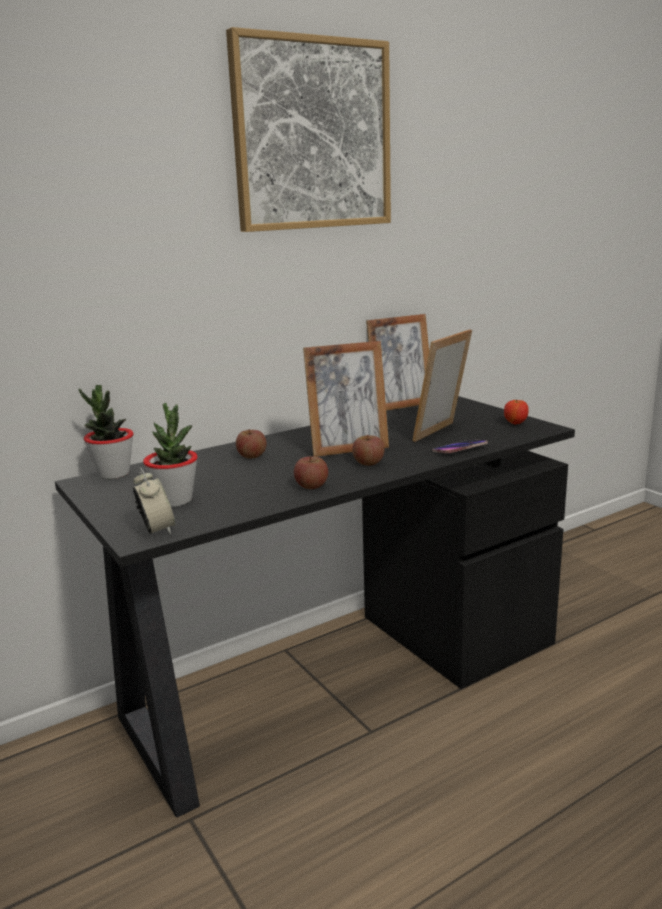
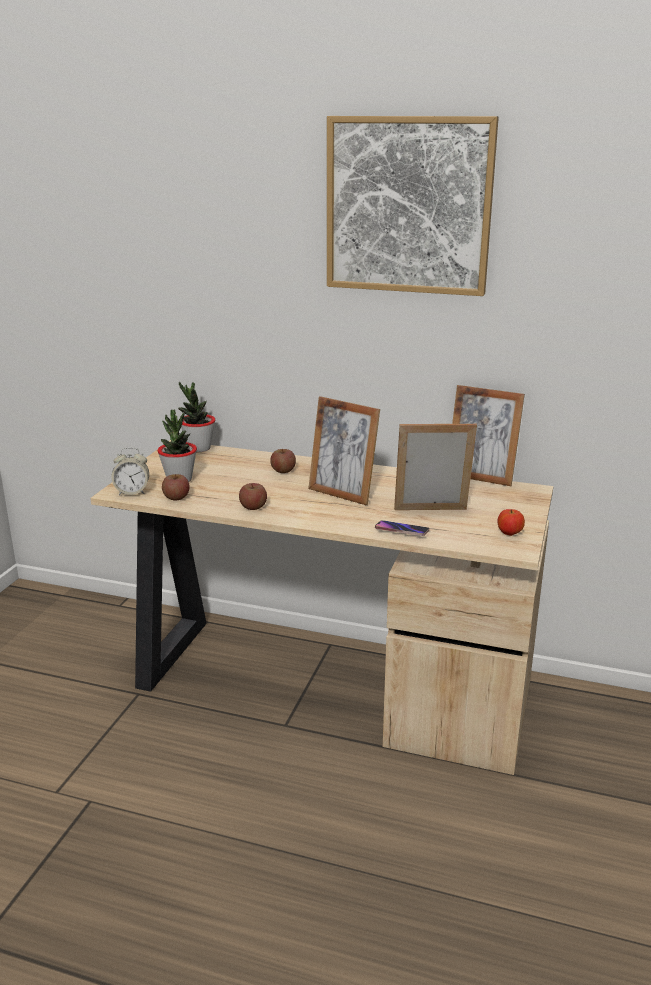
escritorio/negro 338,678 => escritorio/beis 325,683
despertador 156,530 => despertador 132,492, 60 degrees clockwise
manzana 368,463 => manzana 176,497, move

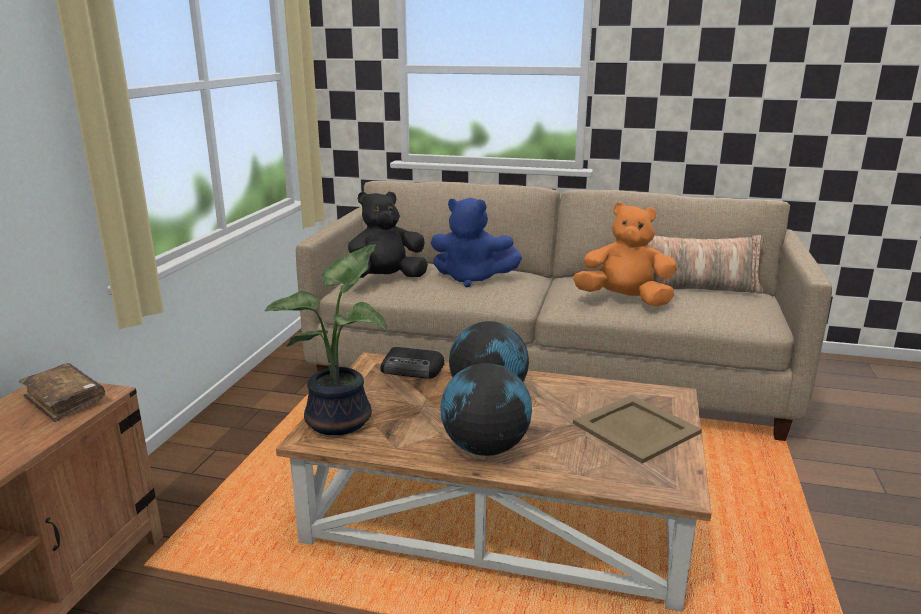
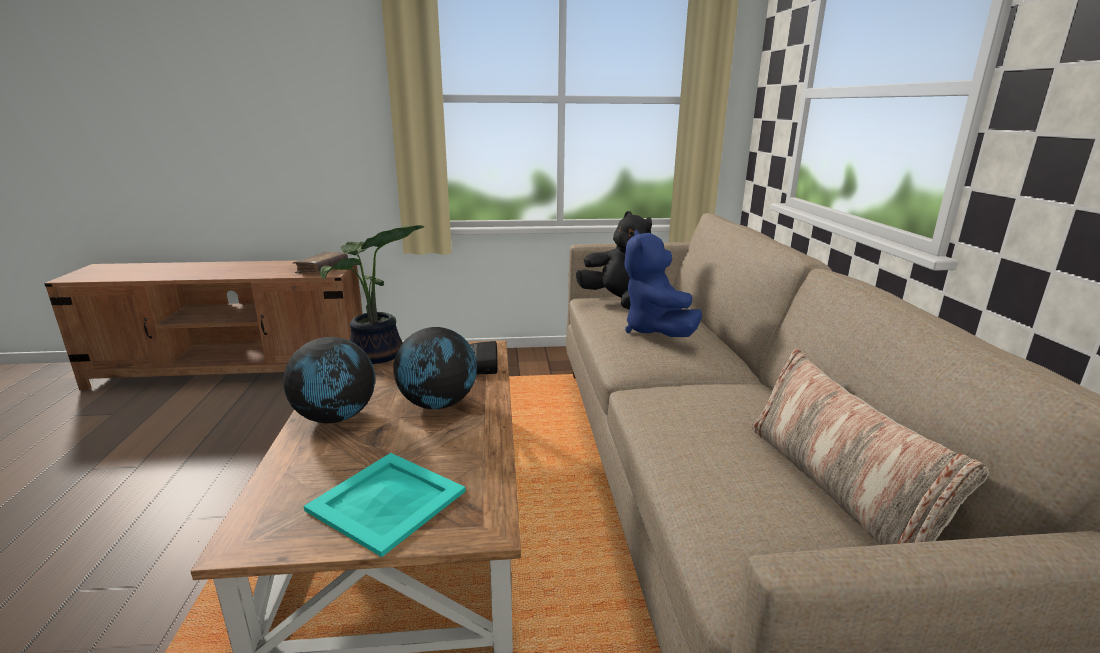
bandeja/beis 636,429 => bandeja/turquesa 385,501
peluche/naranja 624,300 => nothing

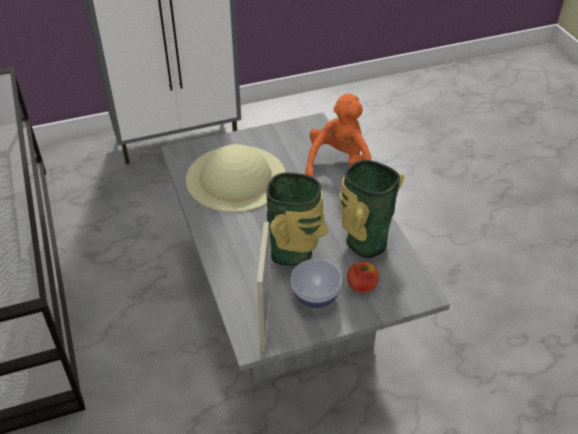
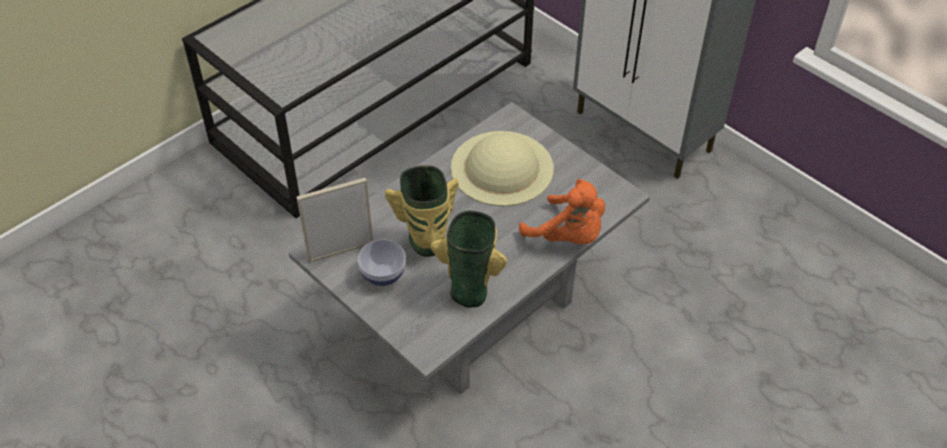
peluche/naranja 338,166 => peluche/naranja 567,236, 45 degrees clockwise
manzana 361,286 => nothing

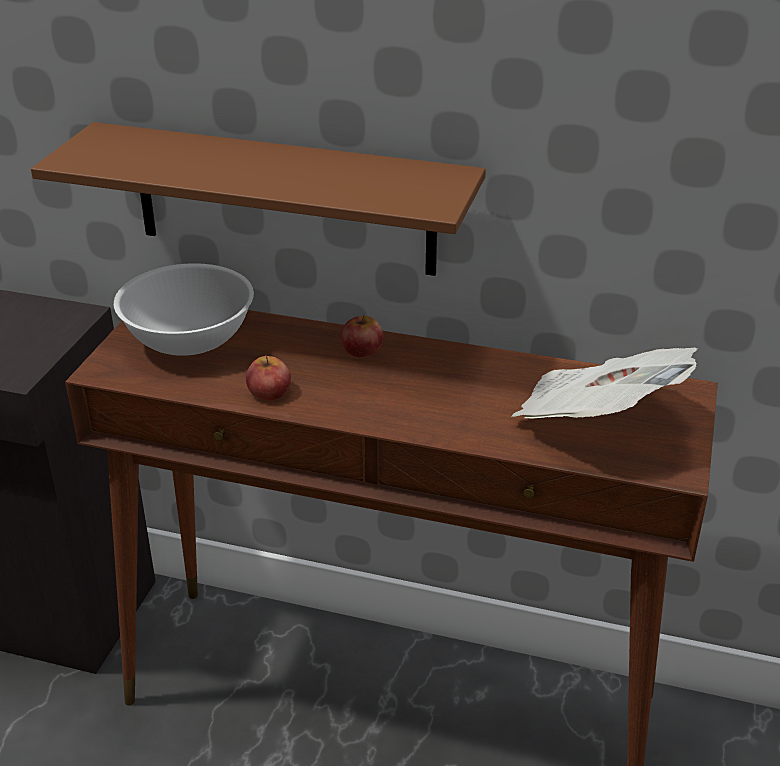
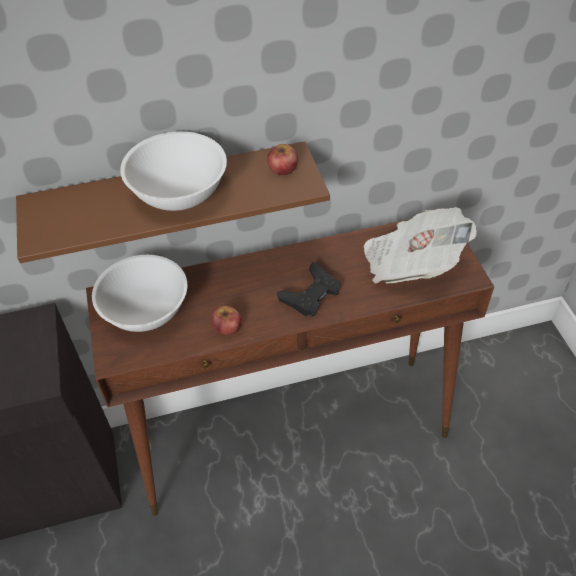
nothing => cuenco/blanco 178,192
manzana 361,349 => manzana 282,168, move
nothing => mando de consola/negro 311,294

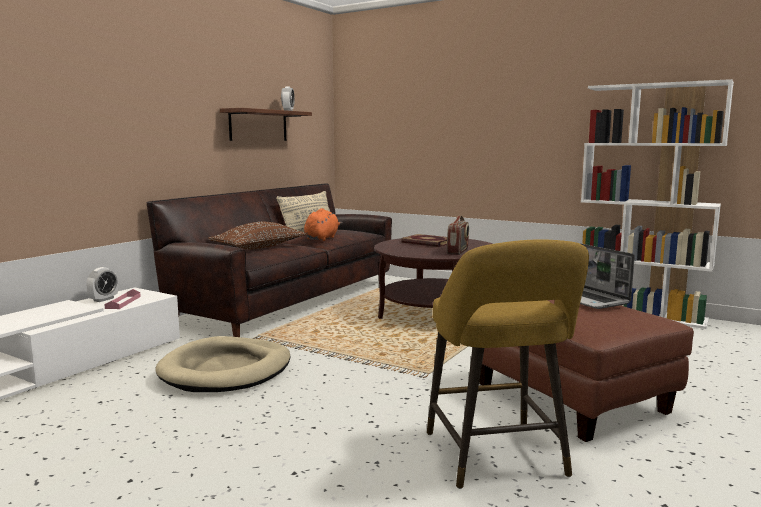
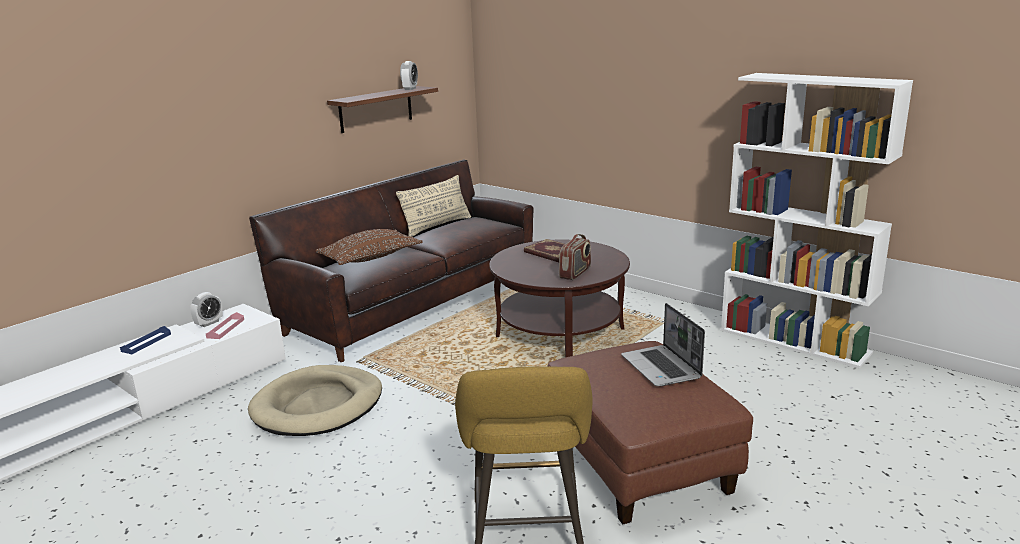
nothing => bandeja/azul 146,343
peluche/naranja 322,238 => nothing

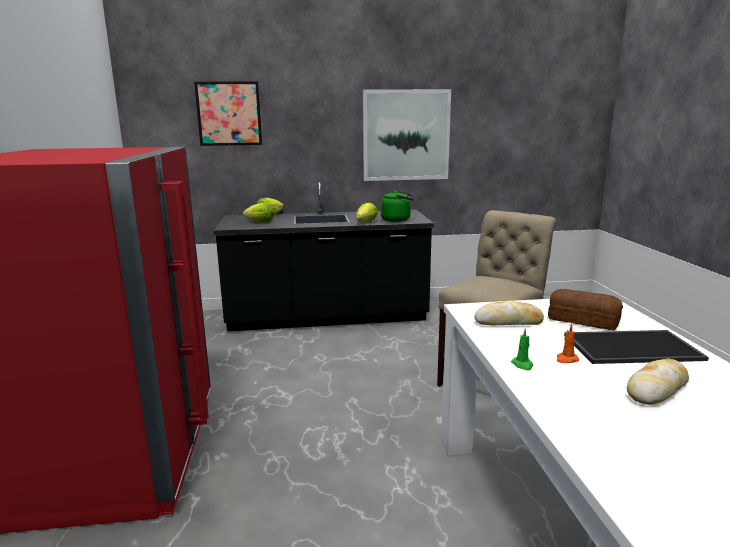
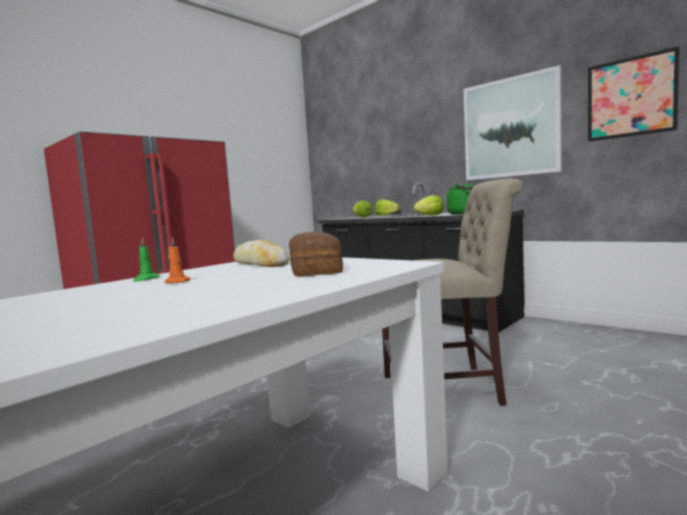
cuadro 229,114 => cuadro 631,97, move
bandeja 632,346 => nothing
pan 657,389 => nothing

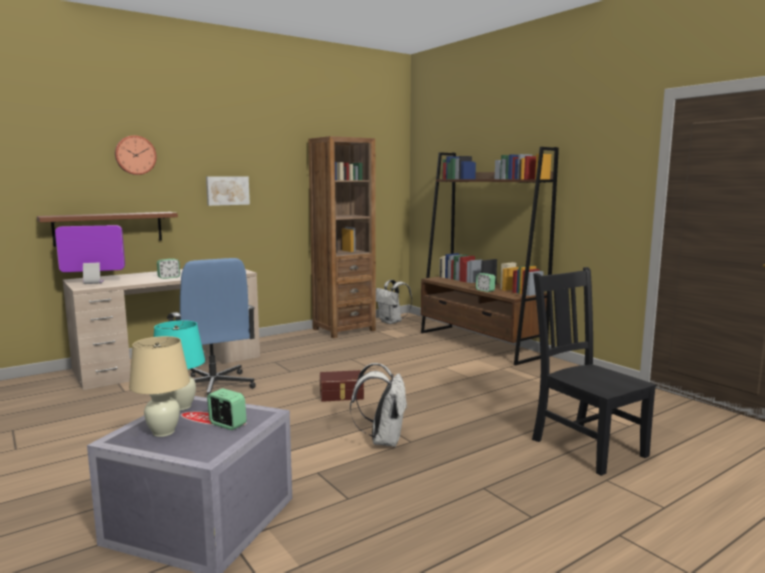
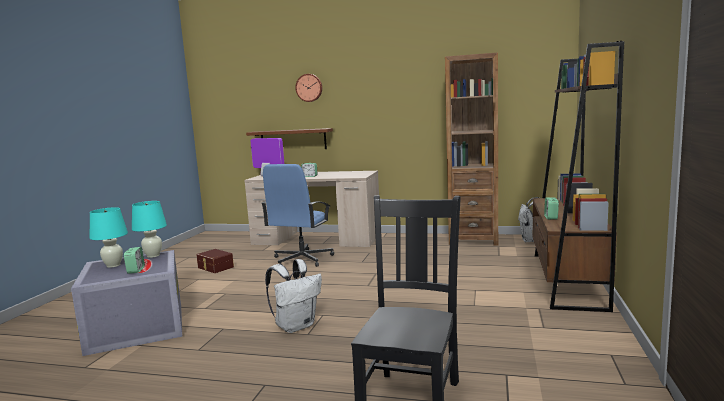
lámpara de mesa/beis 164,432 => lámpara de mesa/turquesa 113,265
caja de almacenaje/marrón 341,395 => caja de almacenaje/marrón 215,267, move
cuadro 227,190 => nothing

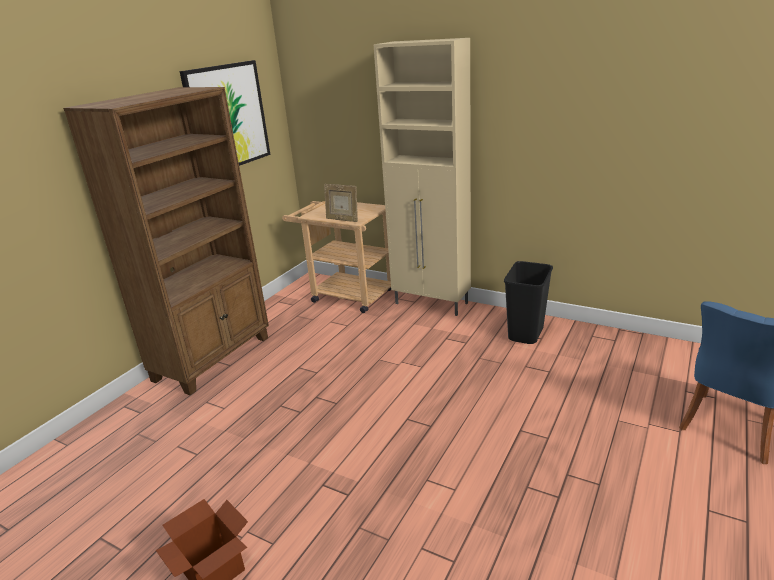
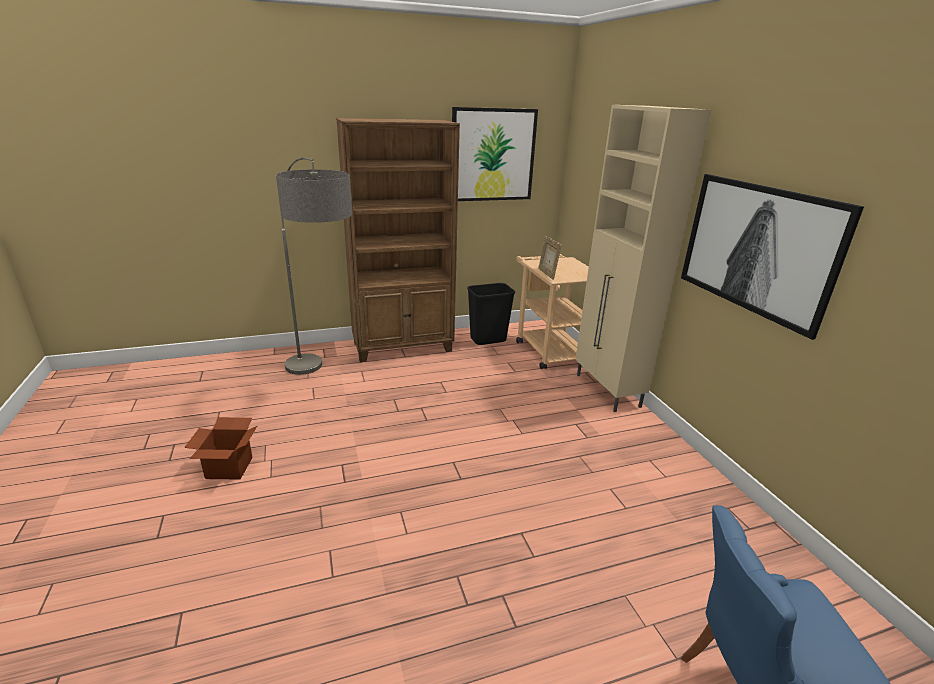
nothing => lámpara de pie 323,383
papelera/negro 525,333 => papelera/negro 488,339, move
nothing => cuadro 758,248

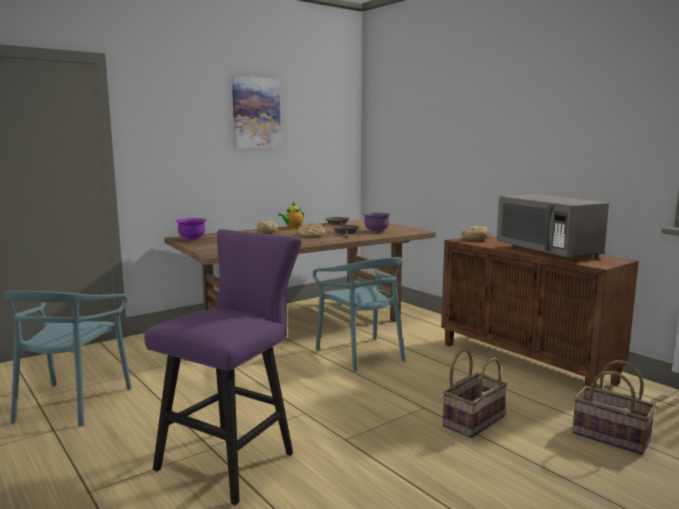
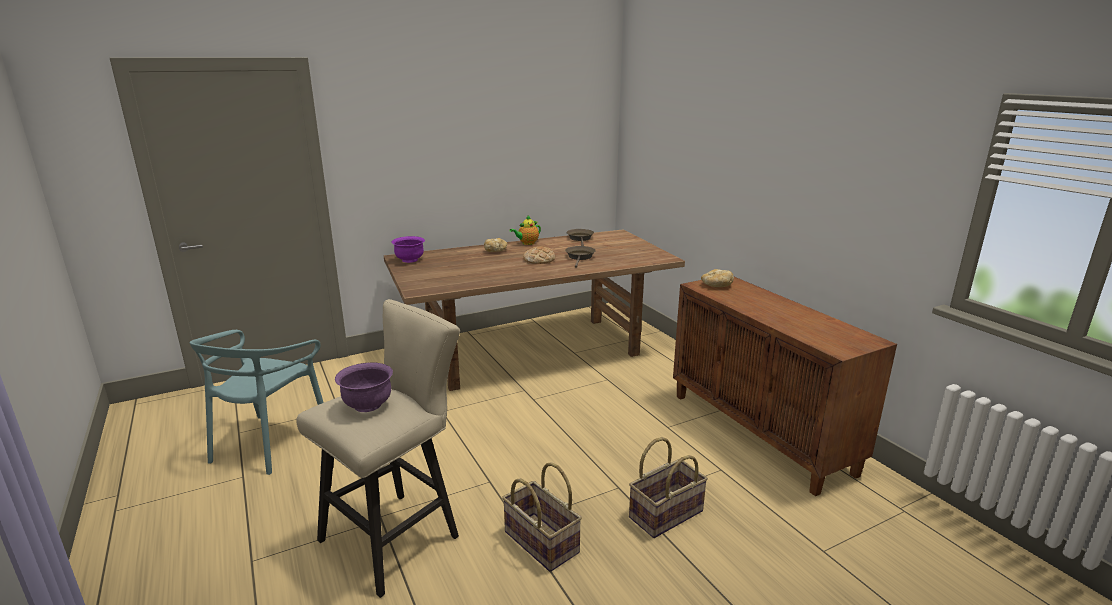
taburete/morado 233,458 => taburete/beis 398,535
cuenco/morado 376,231 => cuenco/morado 368,405, move
cesta 610,437 => cesta 540,542, move
cuadro 256,113 => nothing
silla/turquesa 361,354 => nothing
microondas/gris 547,252 => nothing

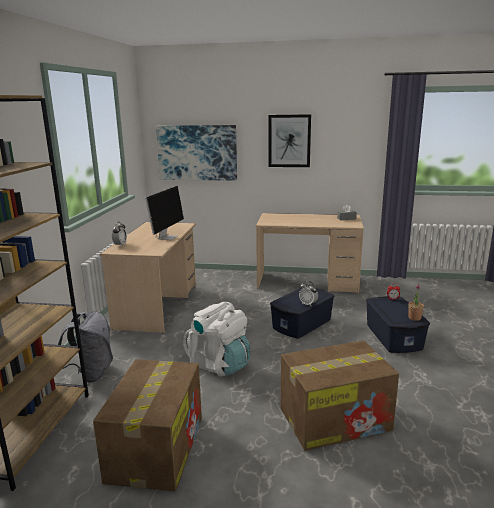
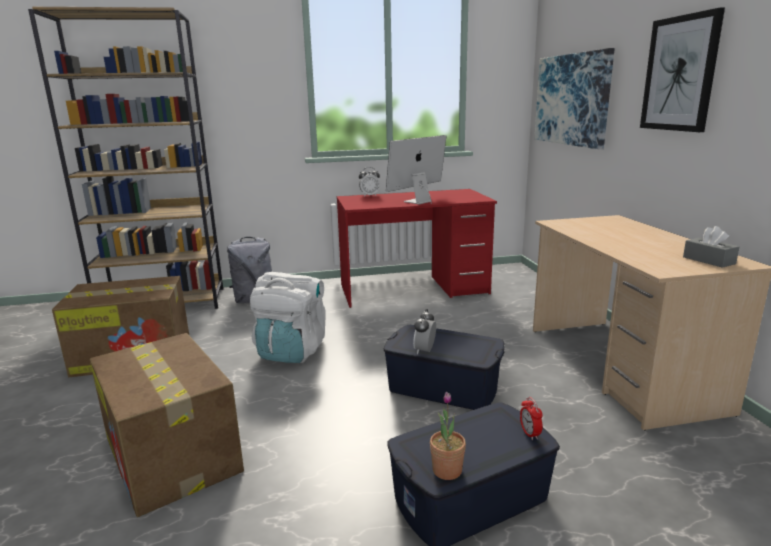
escritorio/beis 157,306 => escritorio/rojo 413,290
monitor 167,237 => monitor 417,202, 135 degrees clockwise

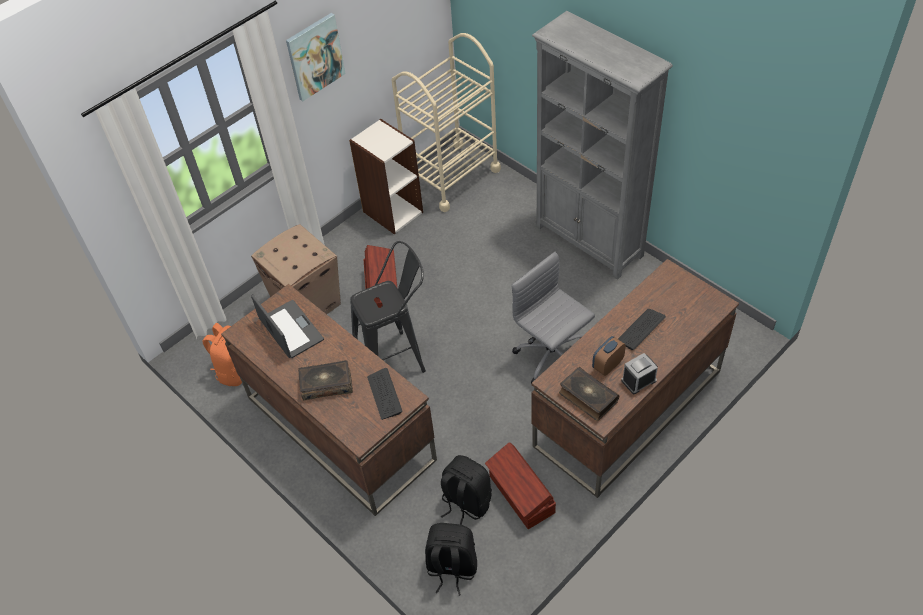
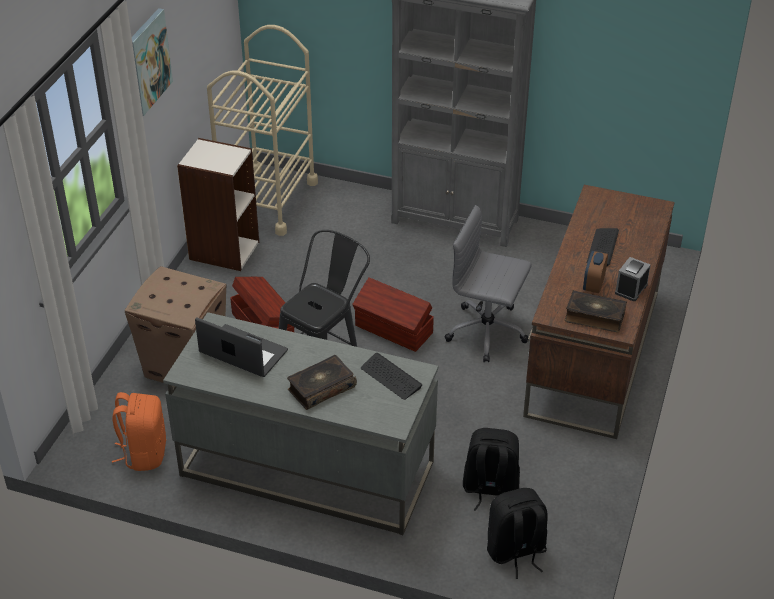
escritorio/marrón 339,428 => escritorio/gris 306,469
caja de almacenaje/marrón 521,495 => caja de almacenaje/marrón 393,330, move

